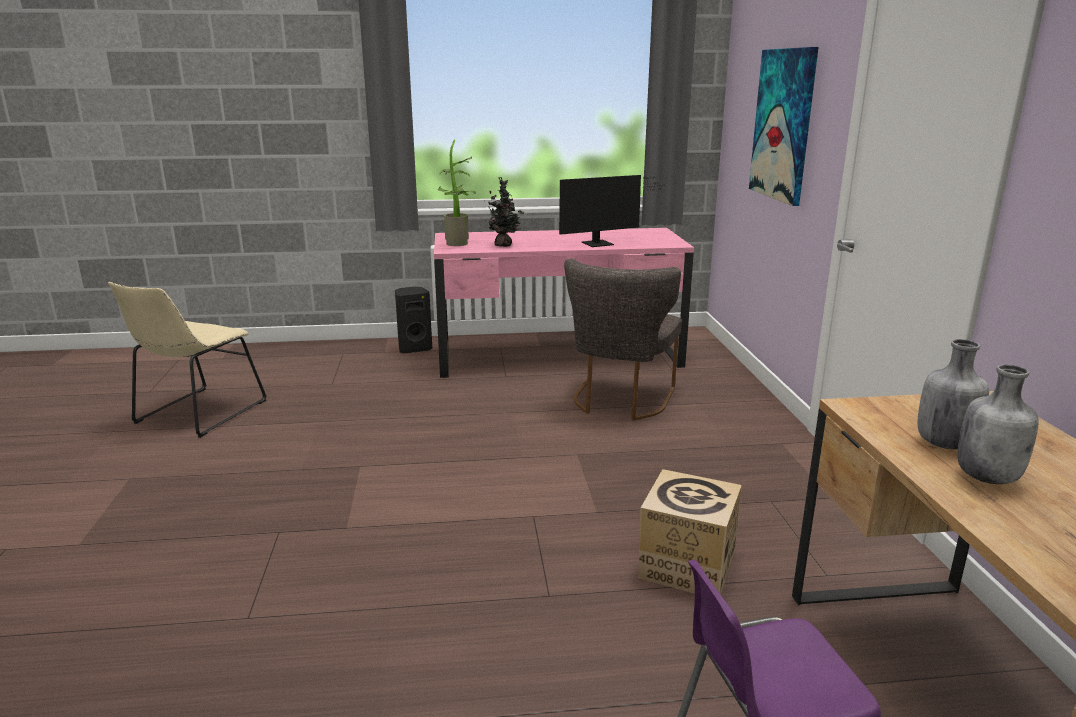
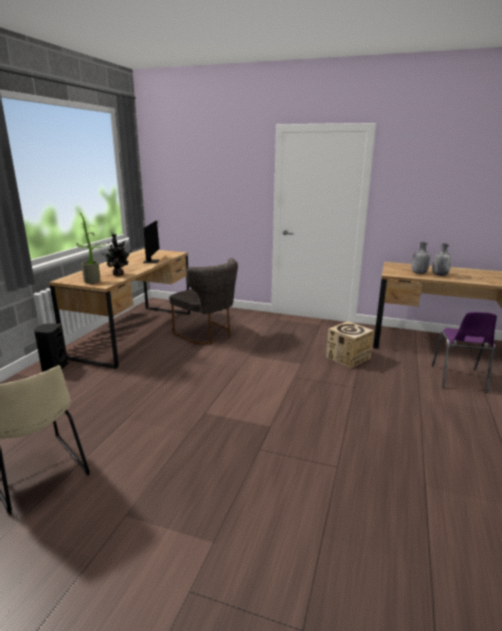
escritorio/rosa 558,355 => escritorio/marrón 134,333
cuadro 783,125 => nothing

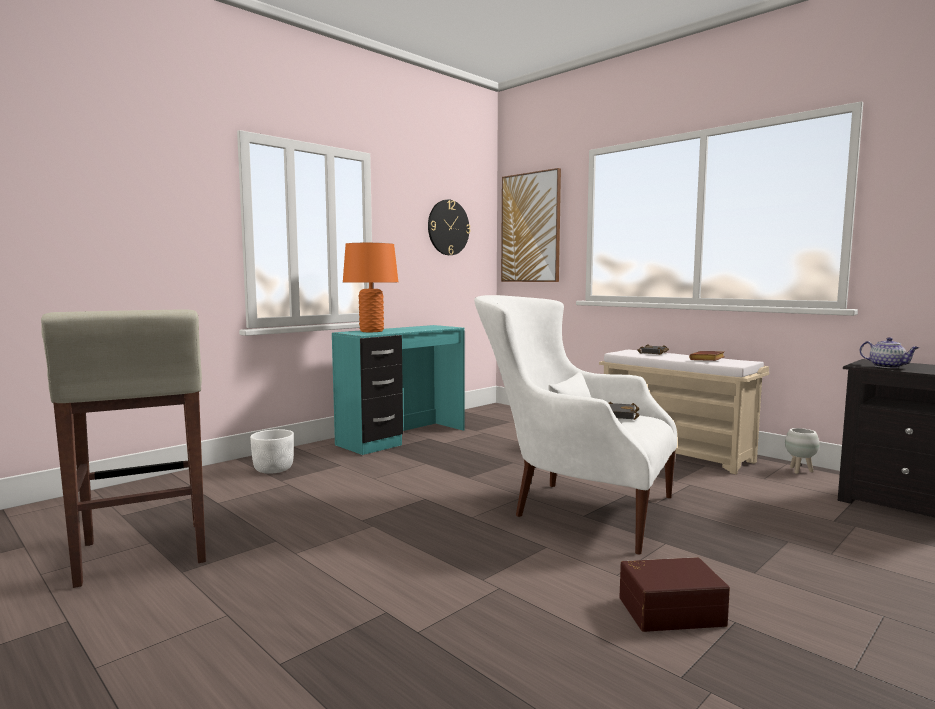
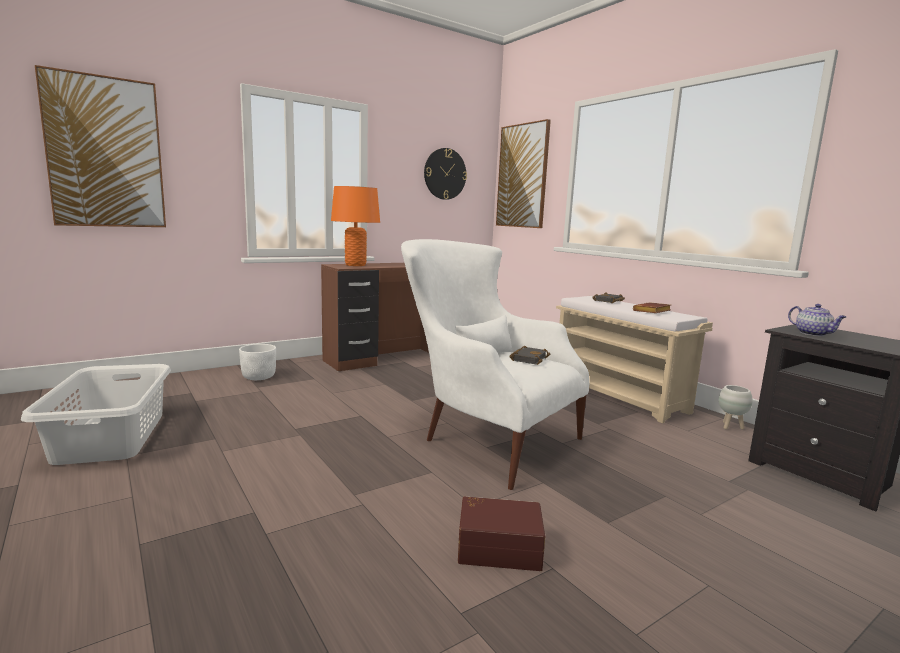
taburete/beis 143,554 => cesto de la ropa/blanco 110,437
nothing => cuadro 105,153
escritorio/turquesa 403,437 => escritorio/marrón 383,359

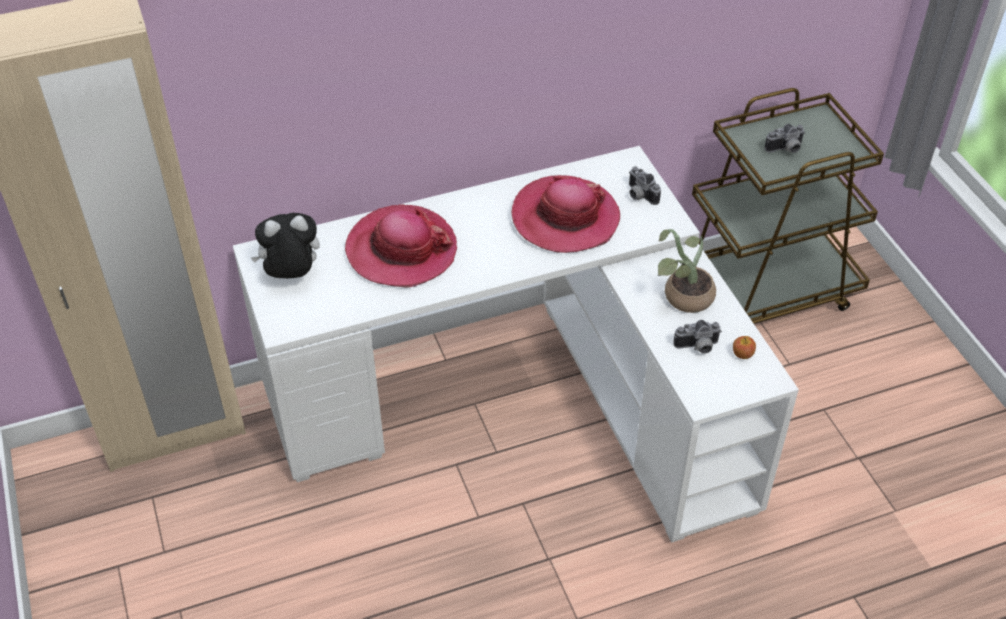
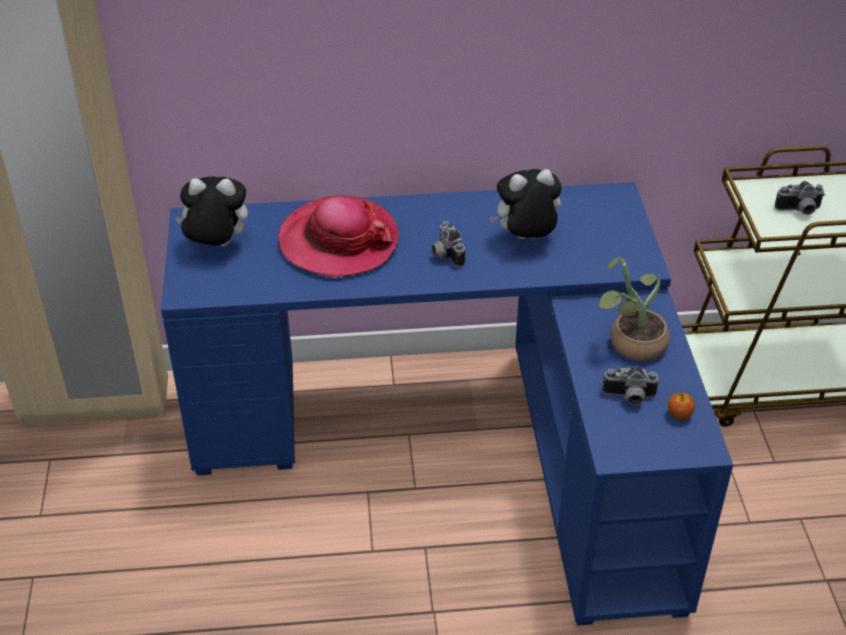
escritorio/blanco 524,399 => escritorio/azul 463,440
cámara 639,195 => cámara 445,254, move
sombrero 565,218 => peluche 525,239

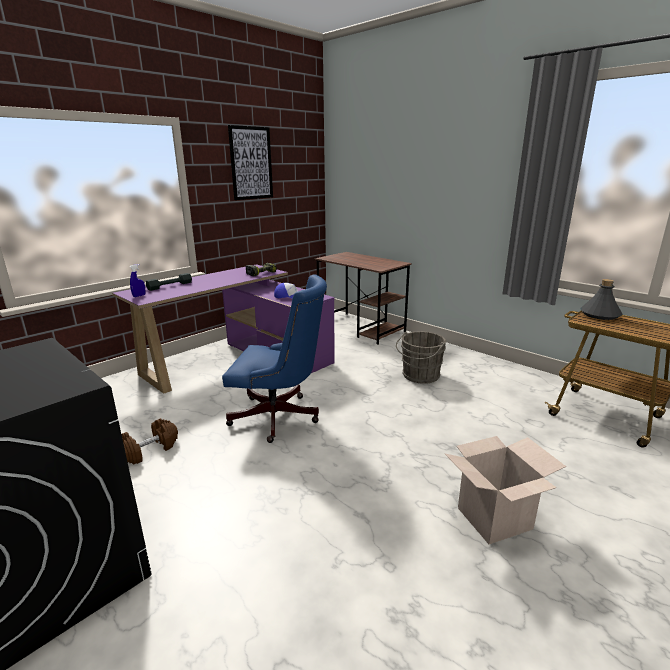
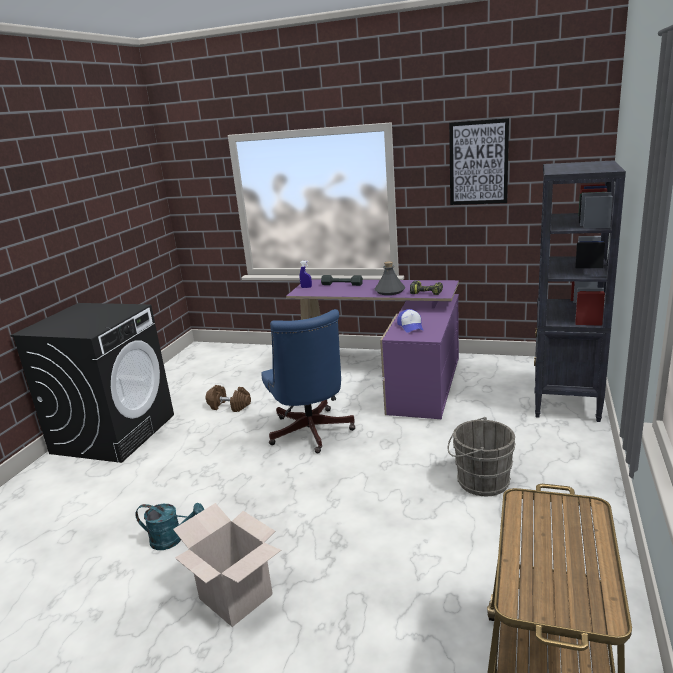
nothing => regadera/turquesa 172,539
botella/gris 600,315 => botella/gris 390,291, move
escritorio/marrón 361,328 => estantería/negro 565,401

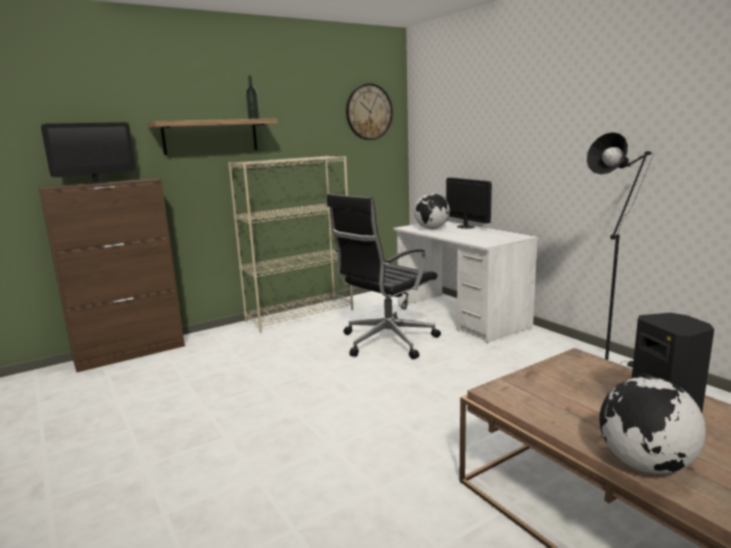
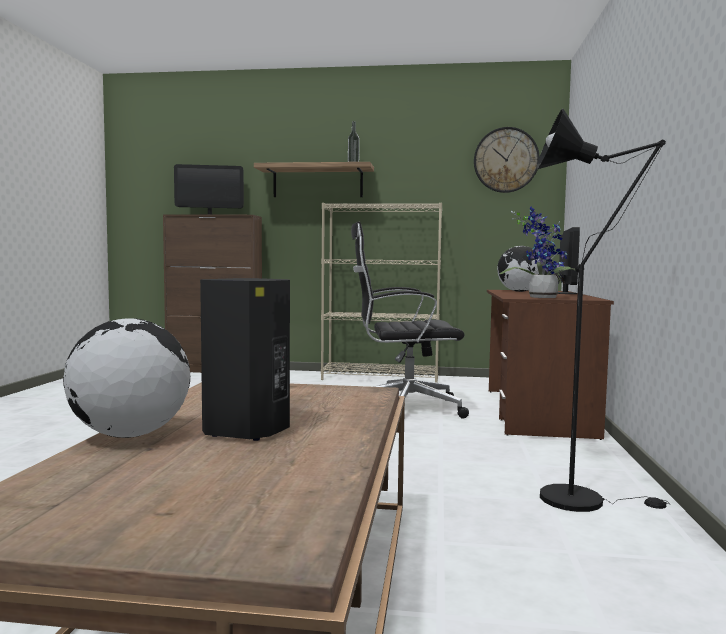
escritorio/blanco 460,316 => escritorio/marrón 536,412
nothing => planta en maceta 540,297

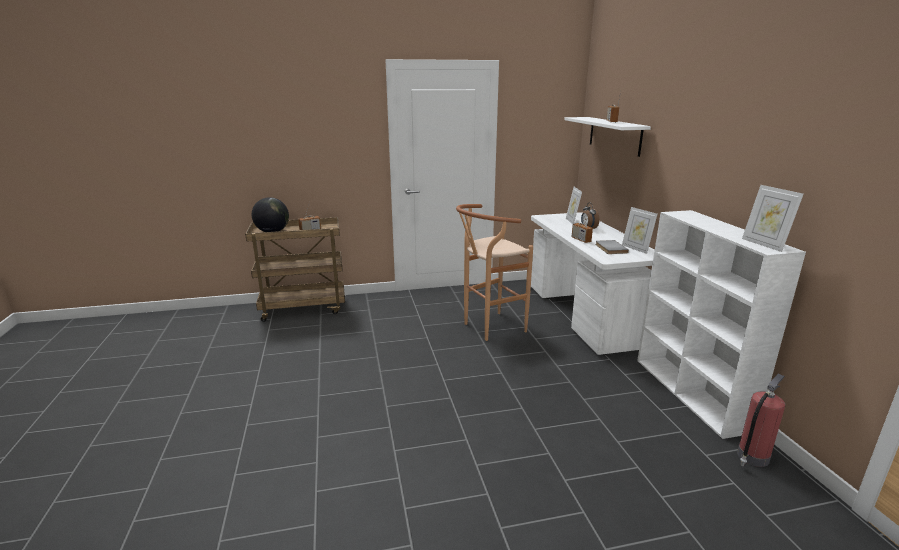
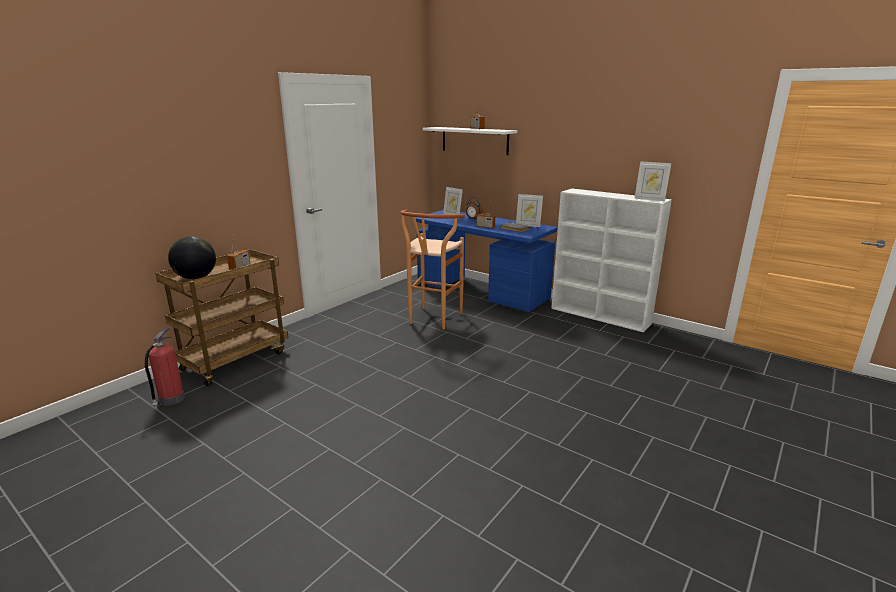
extintor 752,457 => extintor 171,399, move
escritorio/blanco 583,315 => escritorio/azul 481,292

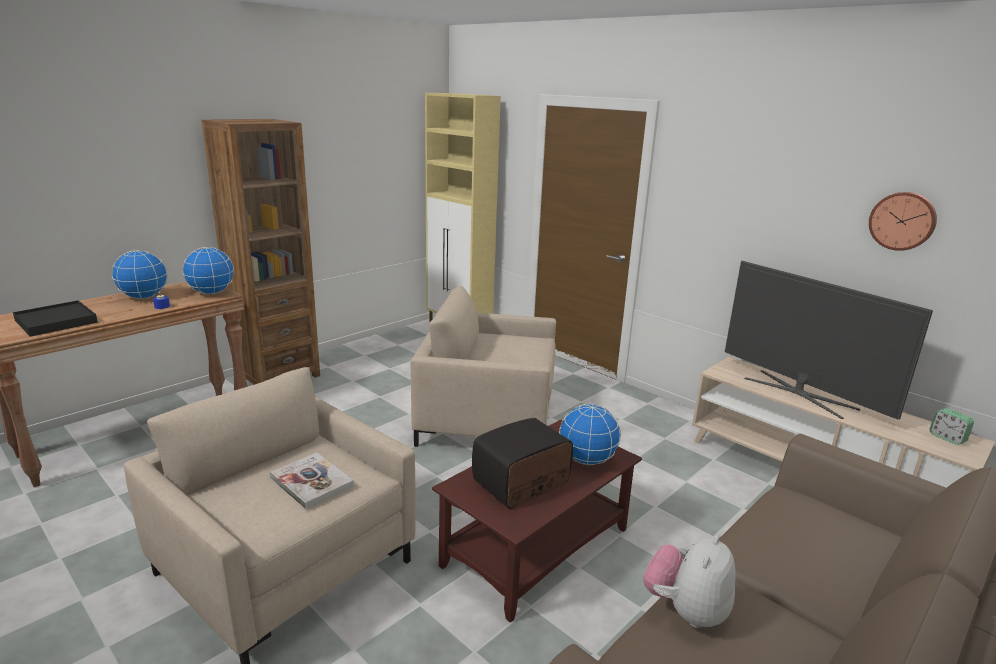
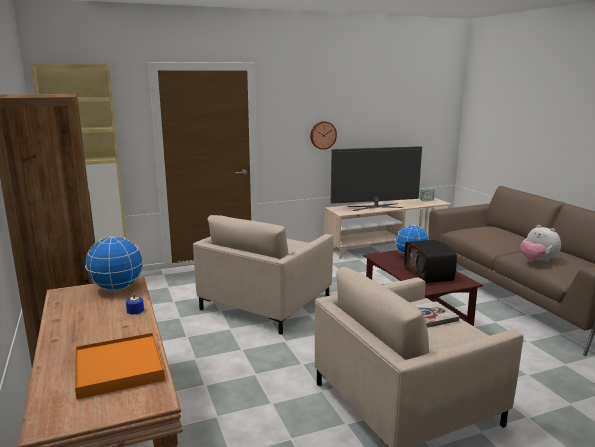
bandeja/negro 56,321 => bandeja/naranja 119,368
reloj de pared 902,221 => reloj de pared 322,135, move
globo terráqueo 144,297 => nothing

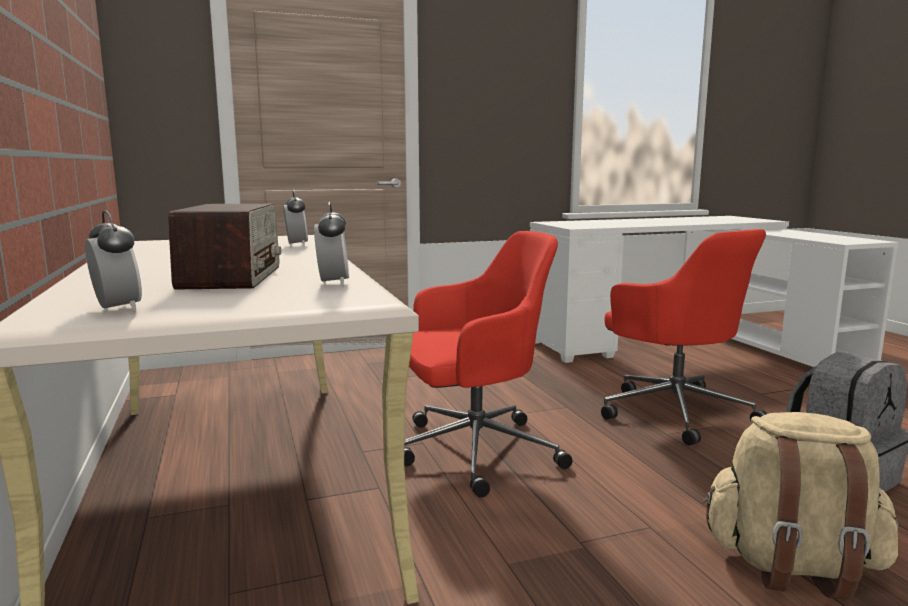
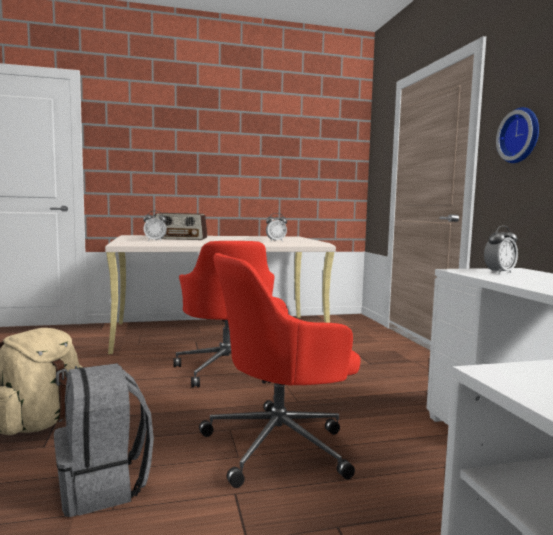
despertador 117,309 => despertador 499,272, move
nothing => reloj de pared 521,136

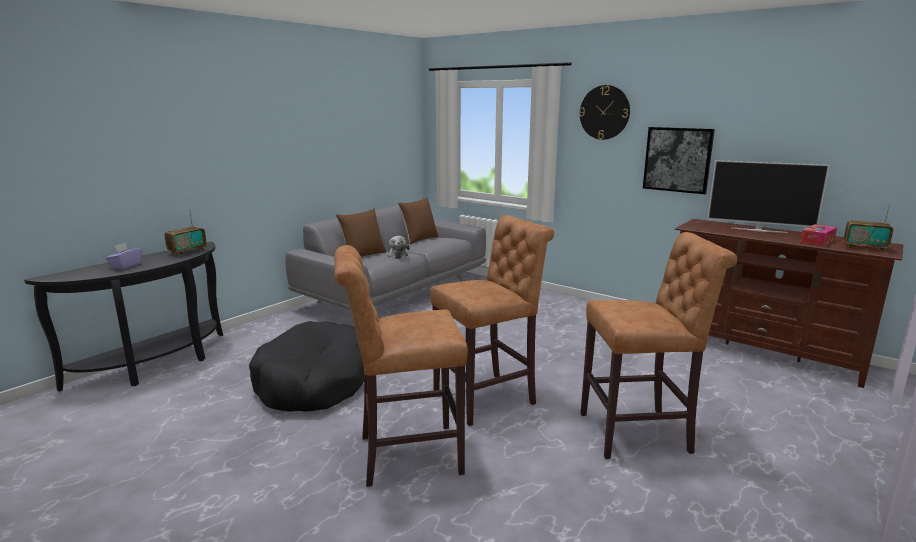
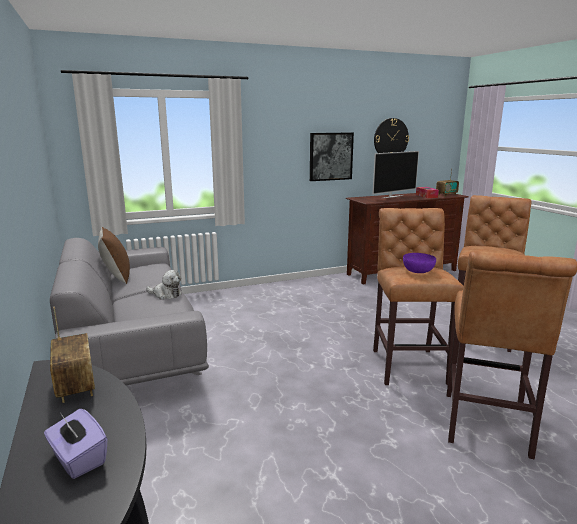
reloj de pared 604,112 => reloj de pared 390,138, move
nothing => cuenco/morado 418,271
cama para perro/negro 314,382 => nothing
cojín/marrón 363,255 => nothing

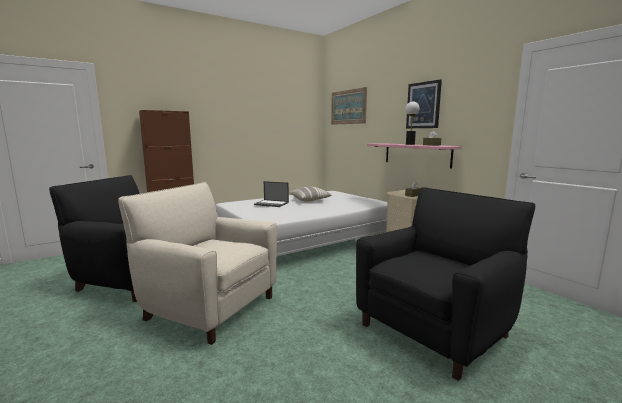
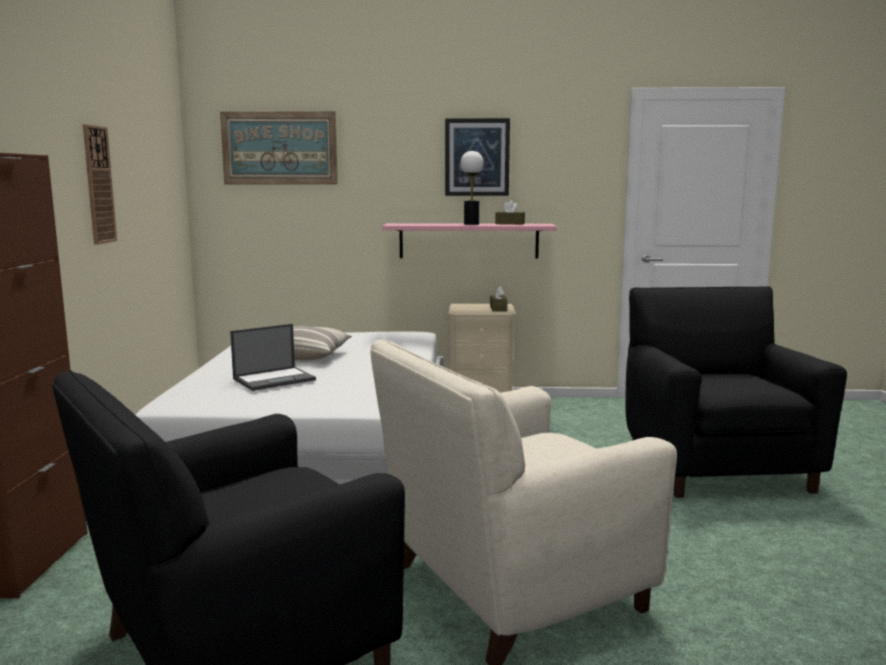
nothing => reloj de pared 98,185

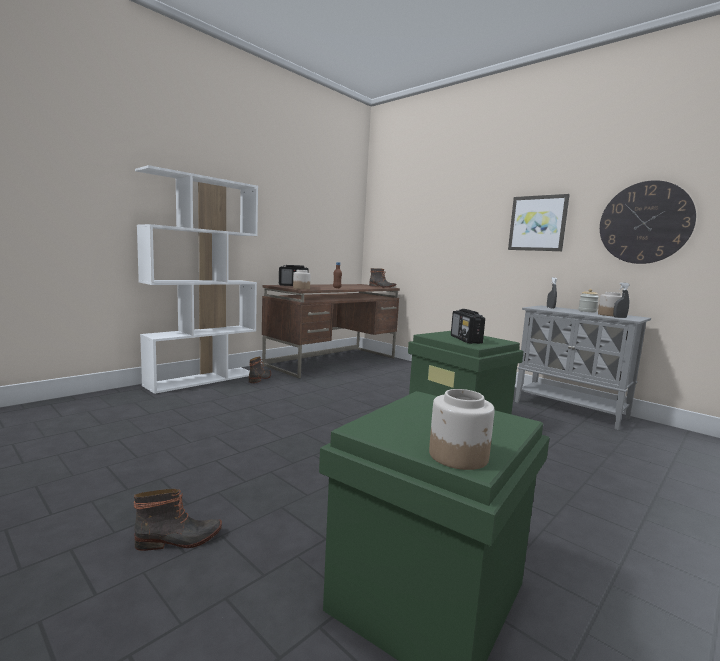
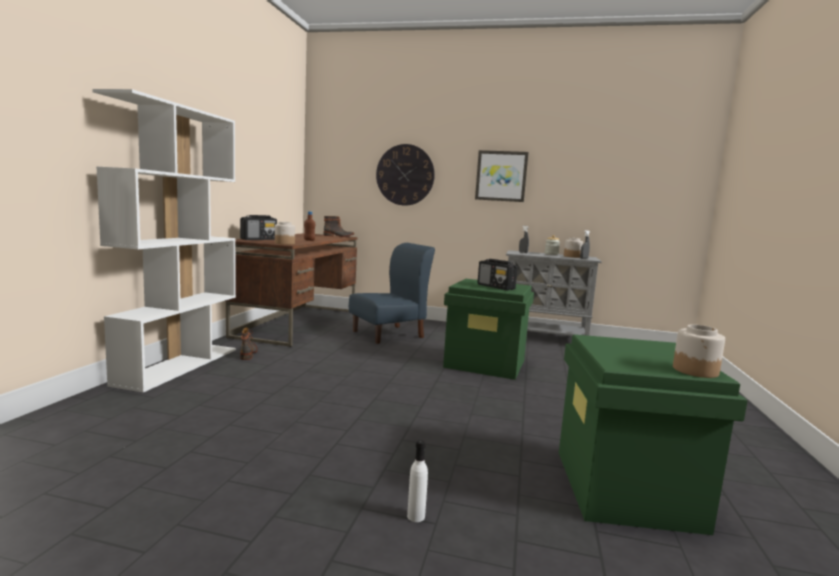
nothing => silla/azul 389,334
reloj de pared 645,223 => reloj de pared 405,175, move
bota 179,540 => botella/blanco 416,516

